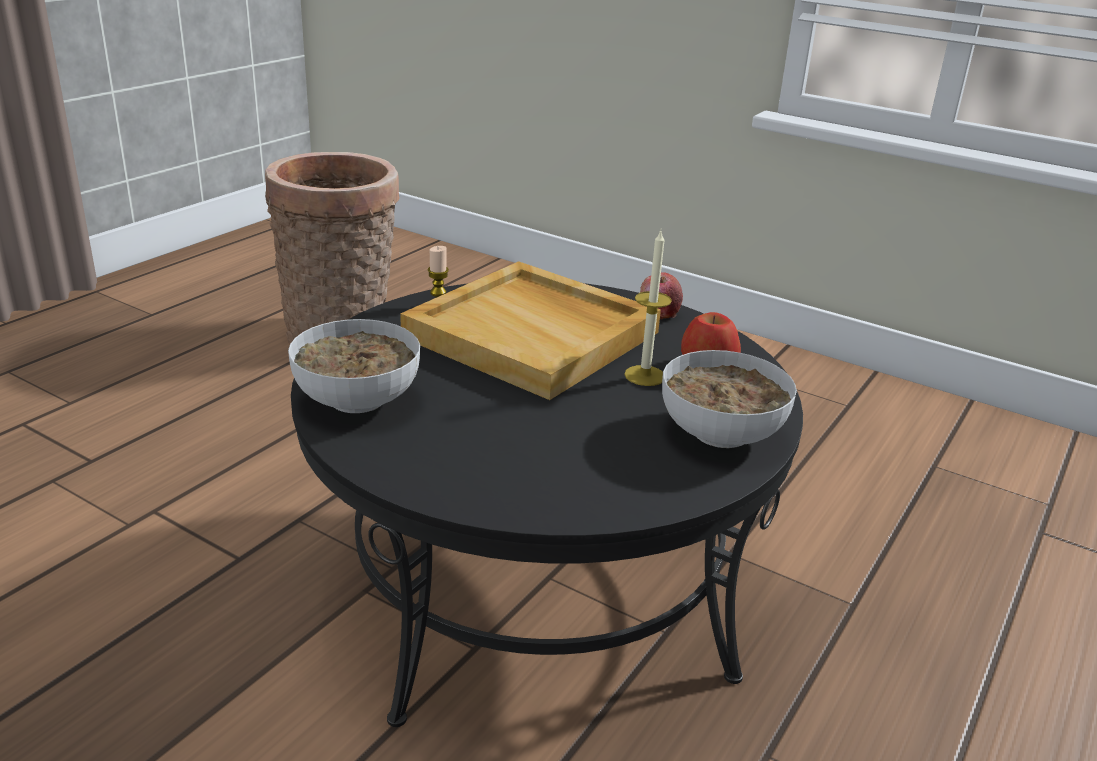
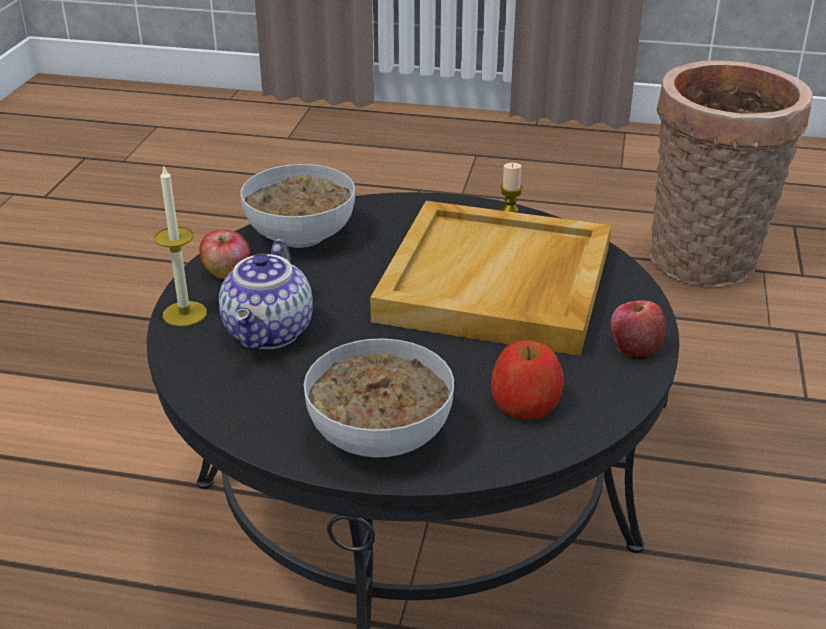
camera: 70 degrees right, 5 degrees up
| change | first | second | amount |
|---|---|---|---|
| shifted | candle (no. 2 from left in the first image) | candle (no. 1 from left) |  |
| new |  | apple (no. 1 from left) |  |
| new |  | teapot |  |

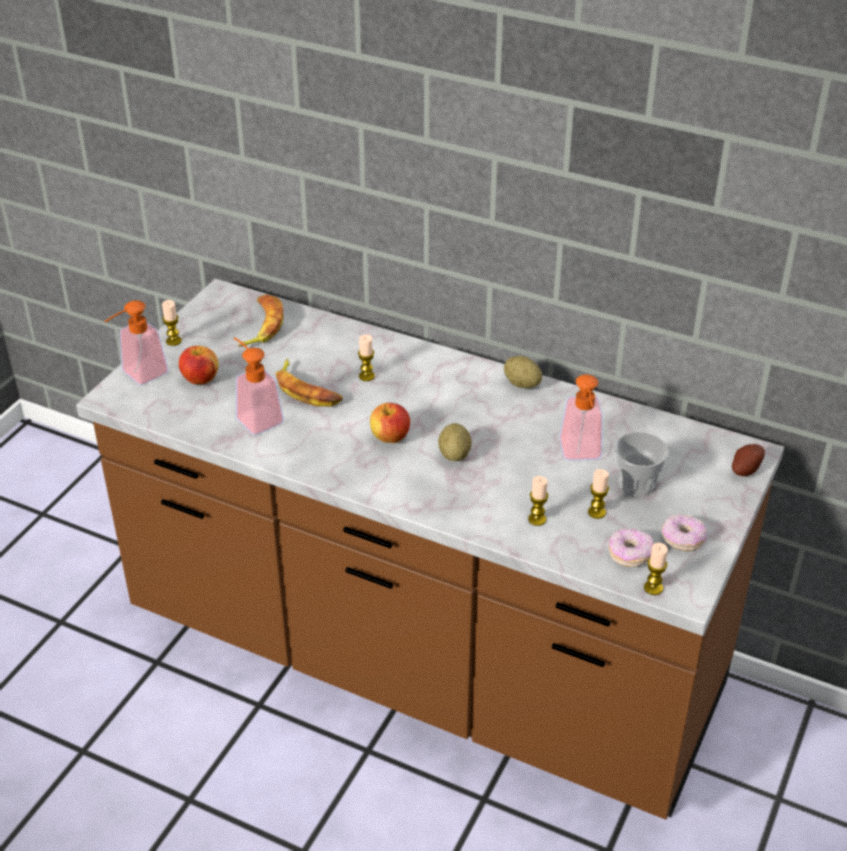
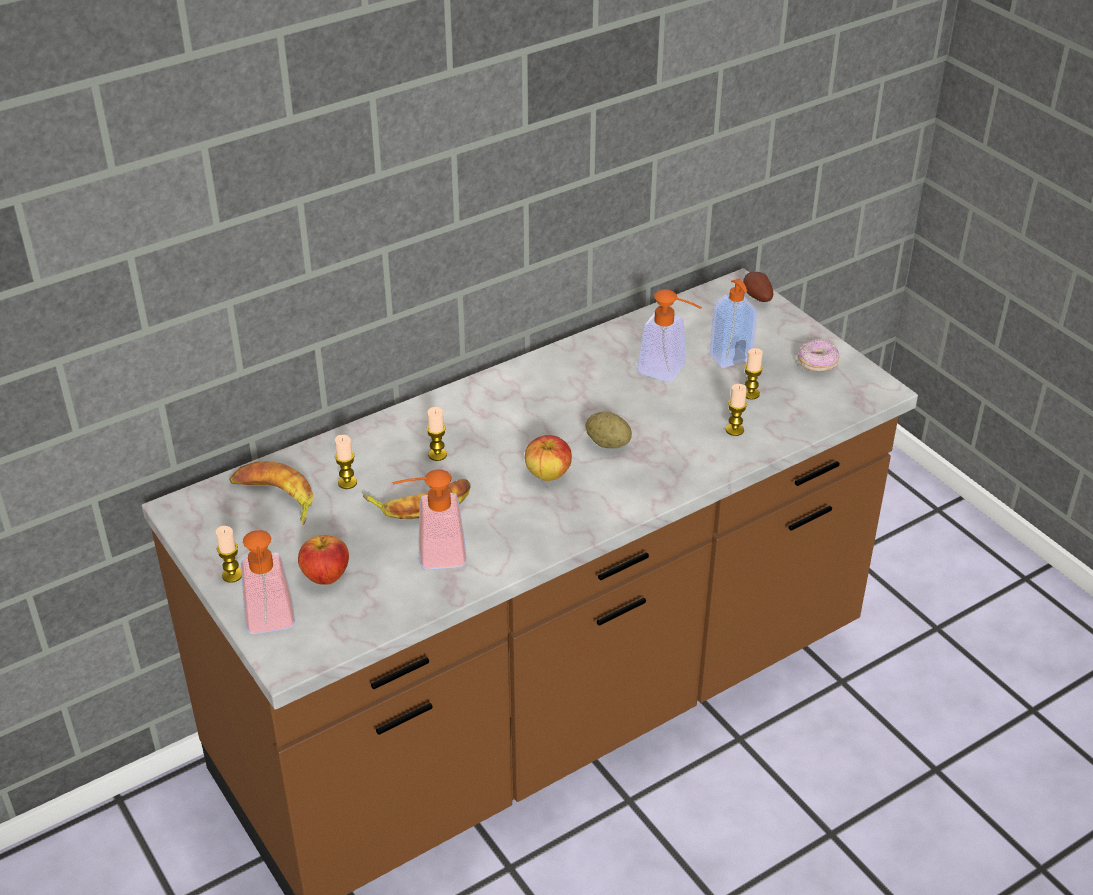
camera: 60 degrees left, 0 degrees up
| change | first | second | amount |
|---|---|---|---|
| gone | potato (no. 2 from left) |  |  |
| gone | donut (no. 1 from left) |  |  |
| swapped | cup | soap dispenser (no. 4 from left) |  |
| shifted | candle (no. 5 from left in the first image) | candle (no. 2 from left) |  |

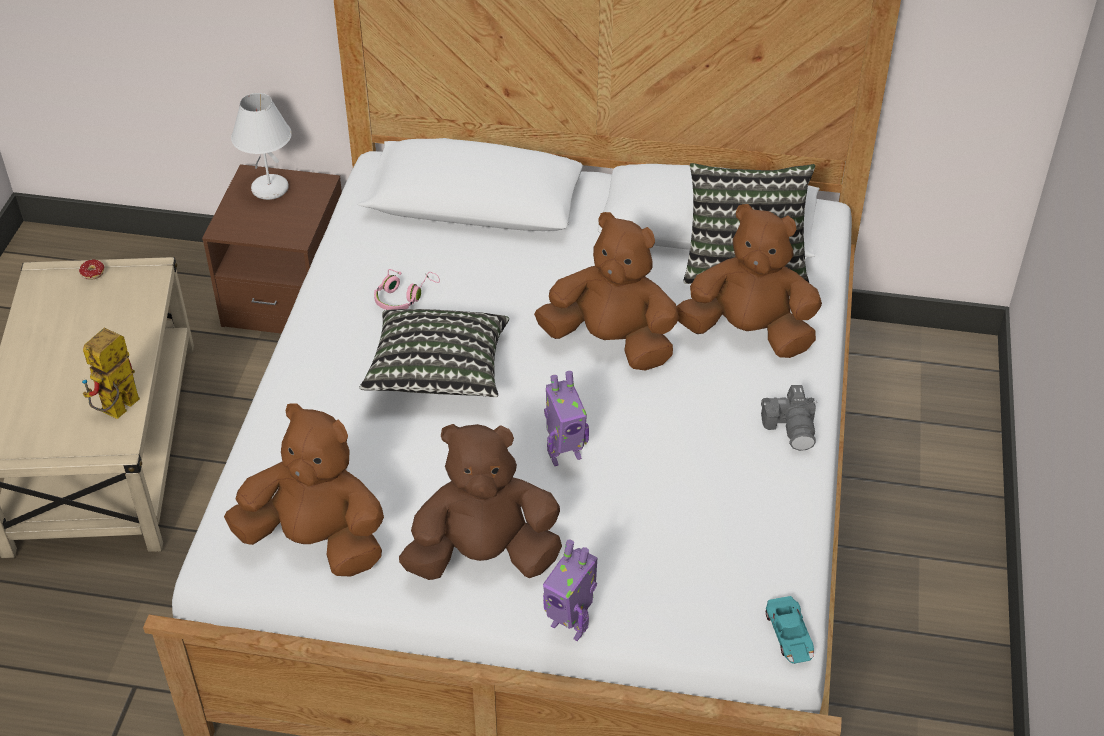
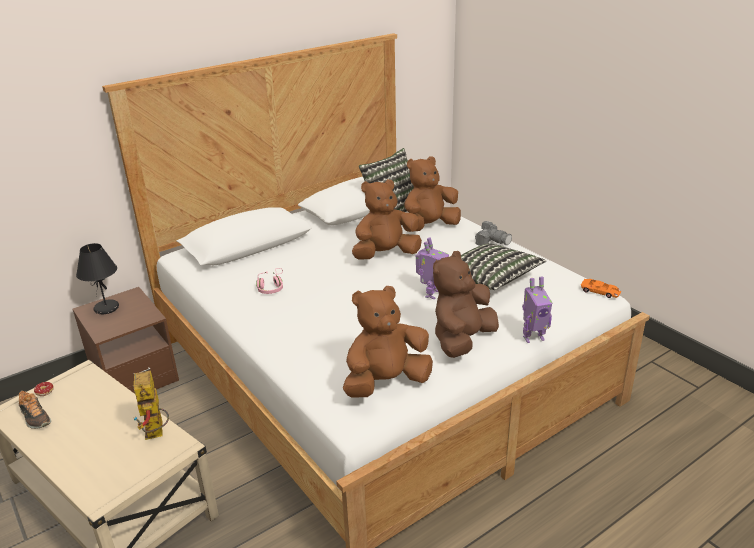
camera: 45 degrees left, 15 degrees down
| change | first | second | amount |
|---|---|---|---|
| repainted | table lamp (white) | table lamp (black) |  |
| shifted | pillow (no. 1 from left in the first image) | pillow (no. 2 from left) |  |
| repainted | toy car (turquoise) | toy car (orange) |  |
| new |  | shoe |  |

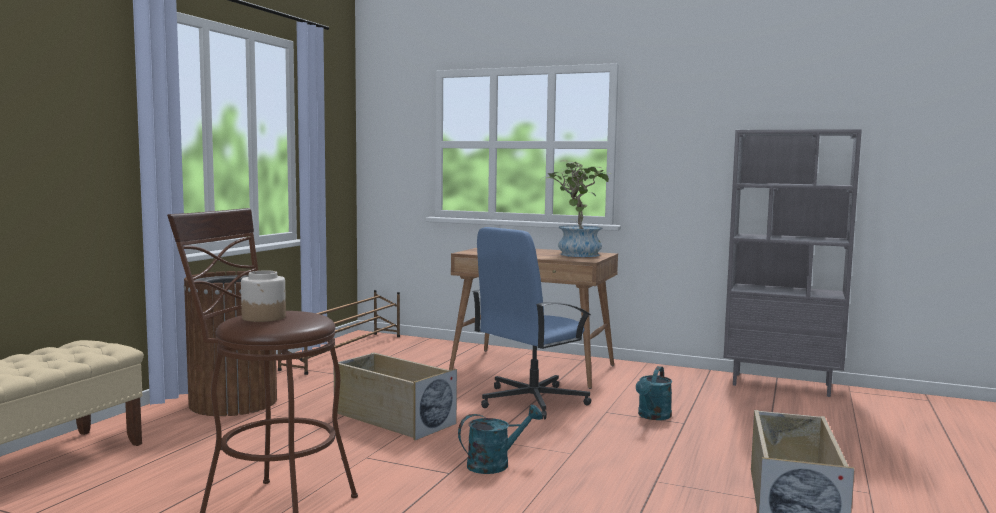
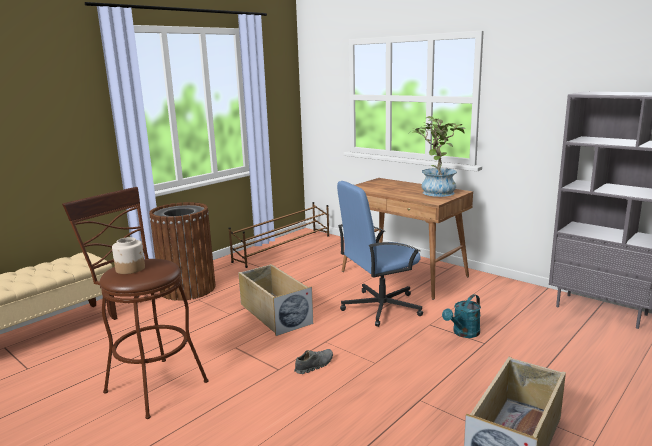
camera: 20 degrees right, 10 degrees up
| change | first | second | amount |
|---|---|---|---|
| swapped | watering can (turquoise) (no. 1 from left) | shoe (grey) |  |

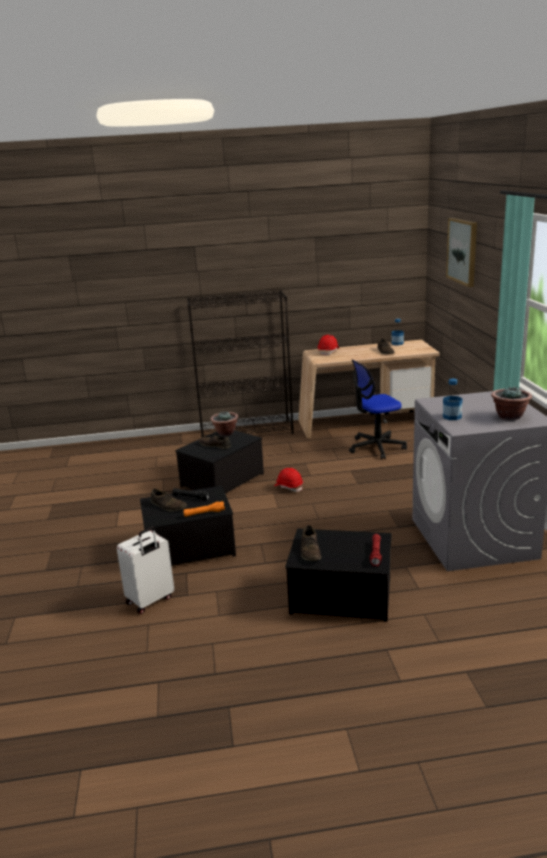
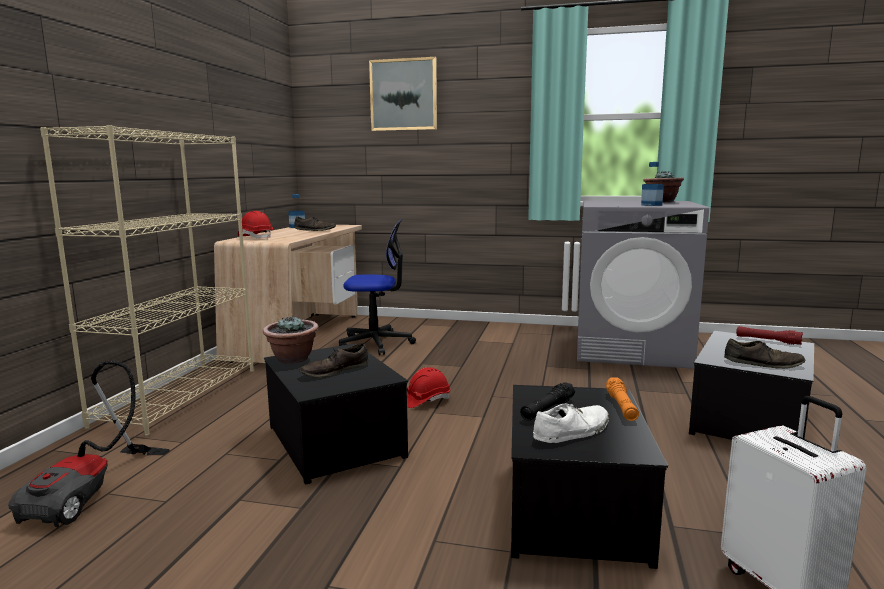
camera: 70 degrees left, 10 degrees down
| change | first | second | amount |
|---|---|---|---|
| repainted | shoe (brown) (no. 1 from left) | shoe (white) |  |
| repainted | bookcase (black) | bookcase (beige) |  |
| rotated | office chair |  | 90 degrees counterclockwise |
| new |  | vacuum cleaner |  |

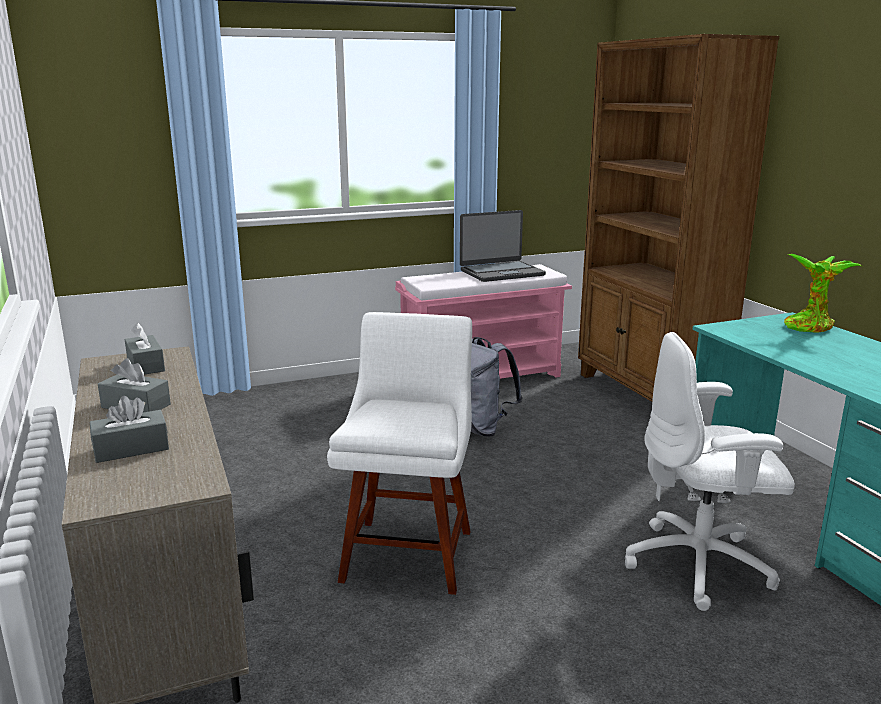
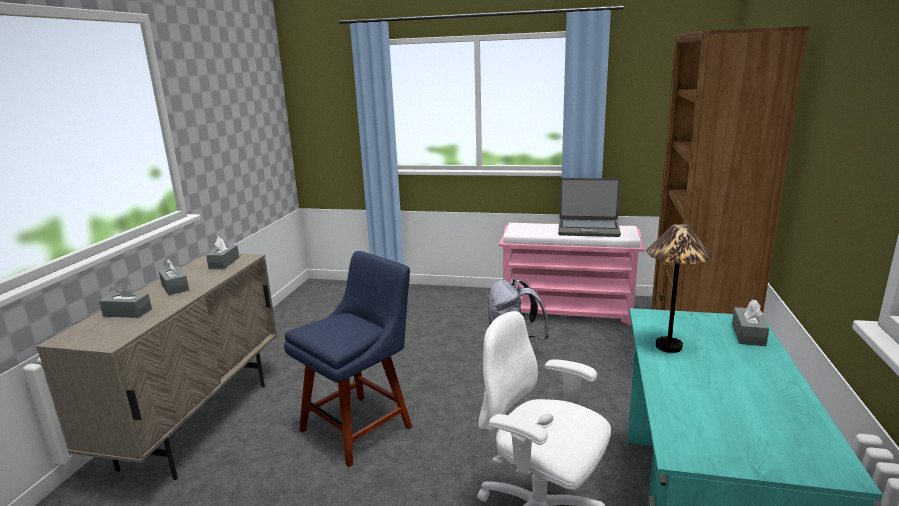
camera: 35 degrees right, 0 degrees up
| change | first | second | amount |
|---|---|---|---|
| repainted | chair (white) | chair (blue) |  |
| swapped | potted plant | tissue box (grey) (no. 4 from left) |  |
| new |  | table lamp |  |

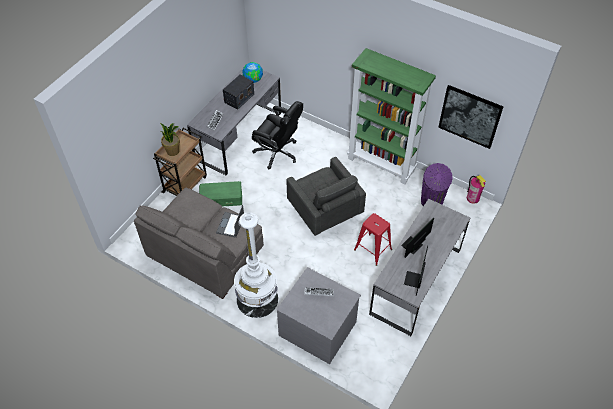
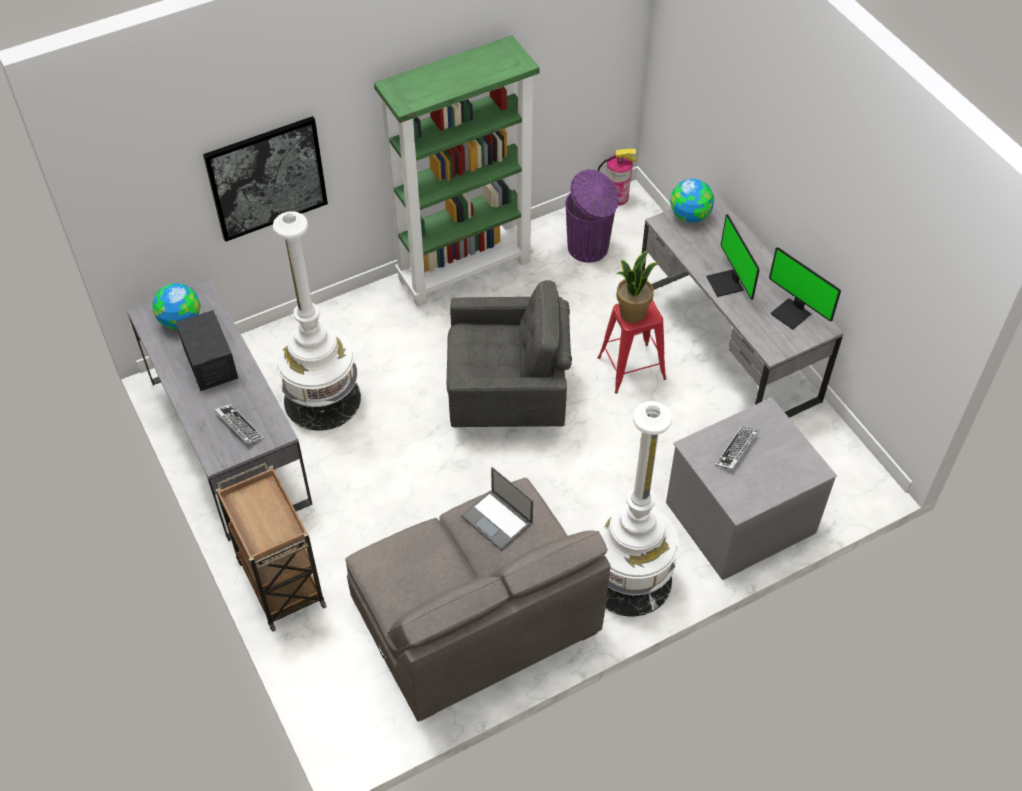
camera: 60 degrees left, 0 degrees up
| change | first | second | amount |
|---|---|---|---|
| shifted | potted plant |  |  |
| gone | storage box (green) |  |  |
| swapped | office chair (black) | floor lamp (white) (no. 1 from left) |  |
| shifted | picture |  |  |
| new |  | globe (no. 2 from left) |  |

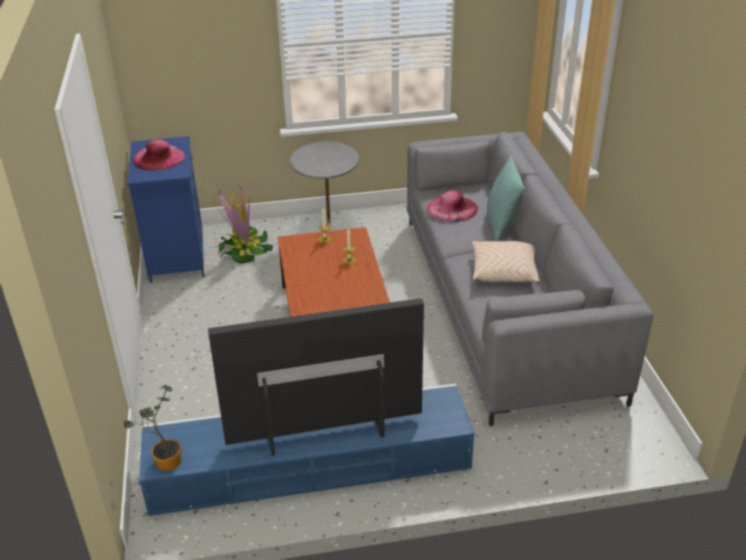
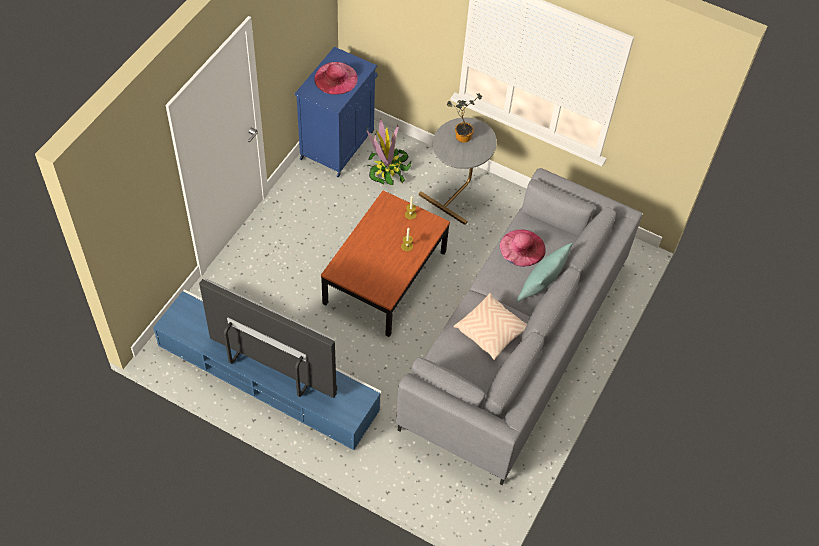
camera: 35 degrees right, 20 degrees up
| change | first | second | amount |
|---|---|---|---|
| shifted | potted plant (no. 1 from left in the first image) | potted plant (no. 2 from left) |  |

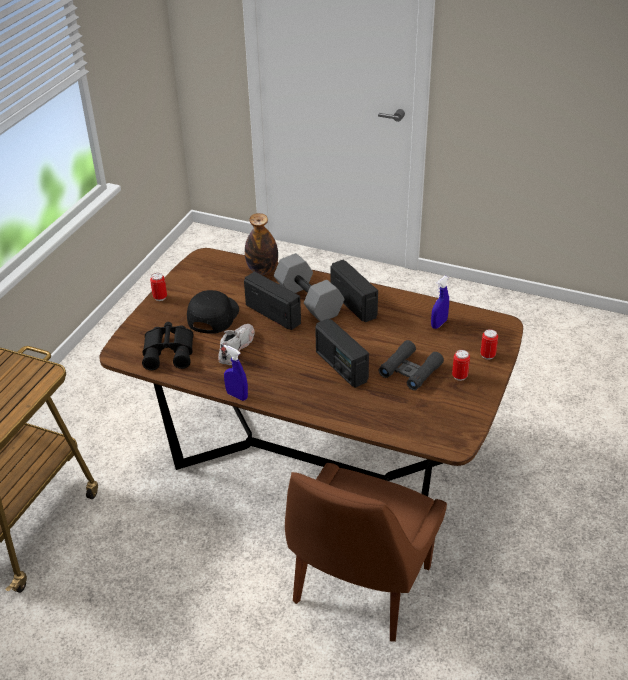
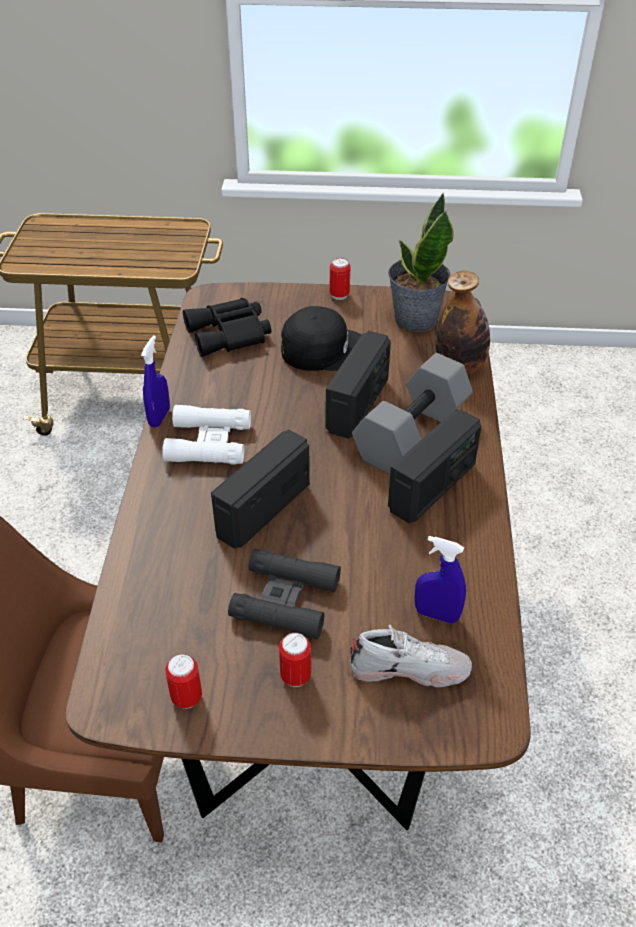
camera: 70 degrees right, 5 degrees up
| change | first | second | amount |
|---|---|---|---|
| shifted | shoe (white) |  |  |
| shifted | can (no. 3 from left in the first image) | can (no. 1 from left) |  |
| new |  | binoculars (white) |  |
| new |  | potted plant |  |

